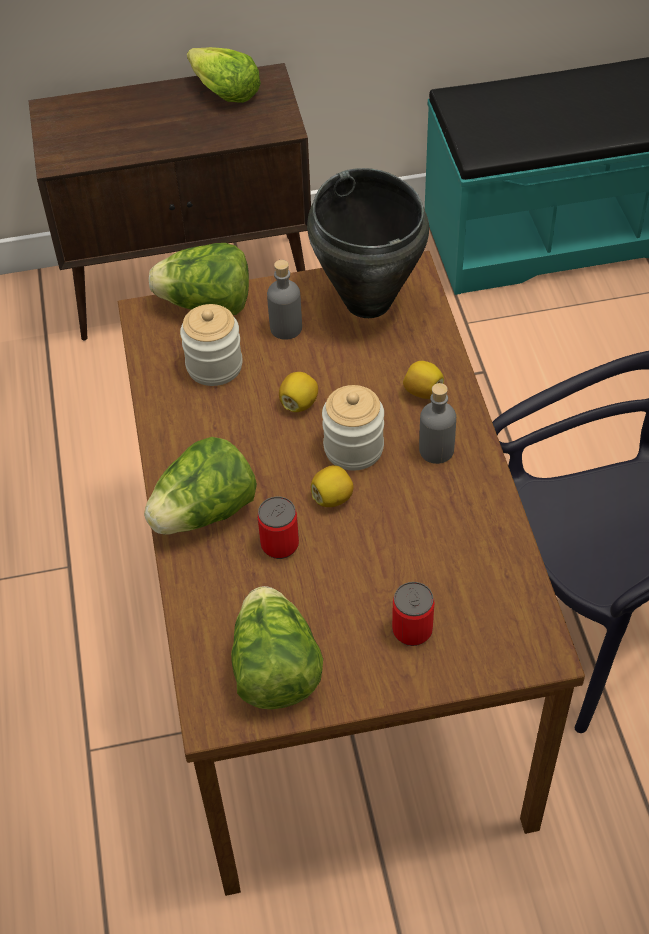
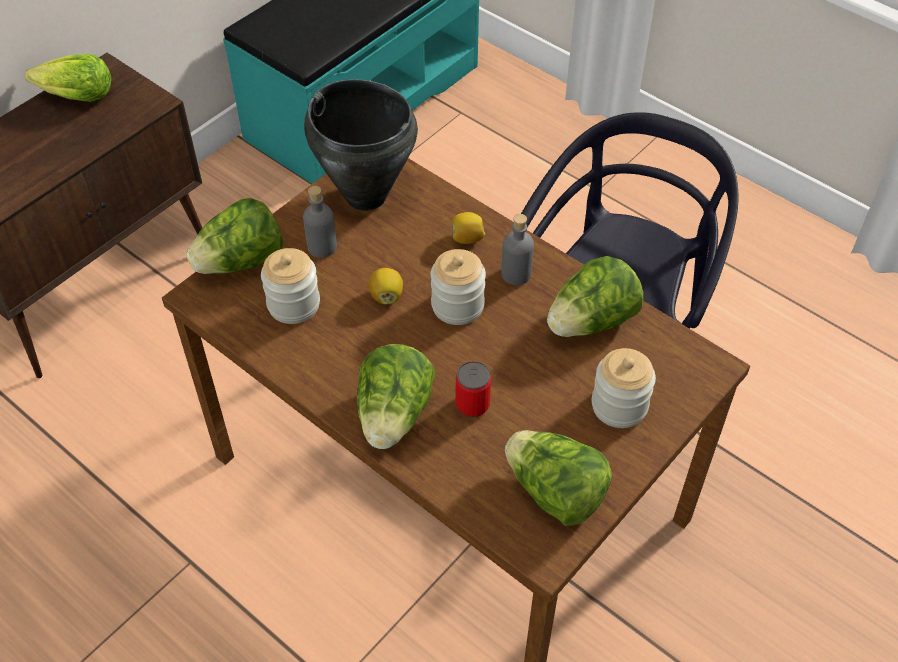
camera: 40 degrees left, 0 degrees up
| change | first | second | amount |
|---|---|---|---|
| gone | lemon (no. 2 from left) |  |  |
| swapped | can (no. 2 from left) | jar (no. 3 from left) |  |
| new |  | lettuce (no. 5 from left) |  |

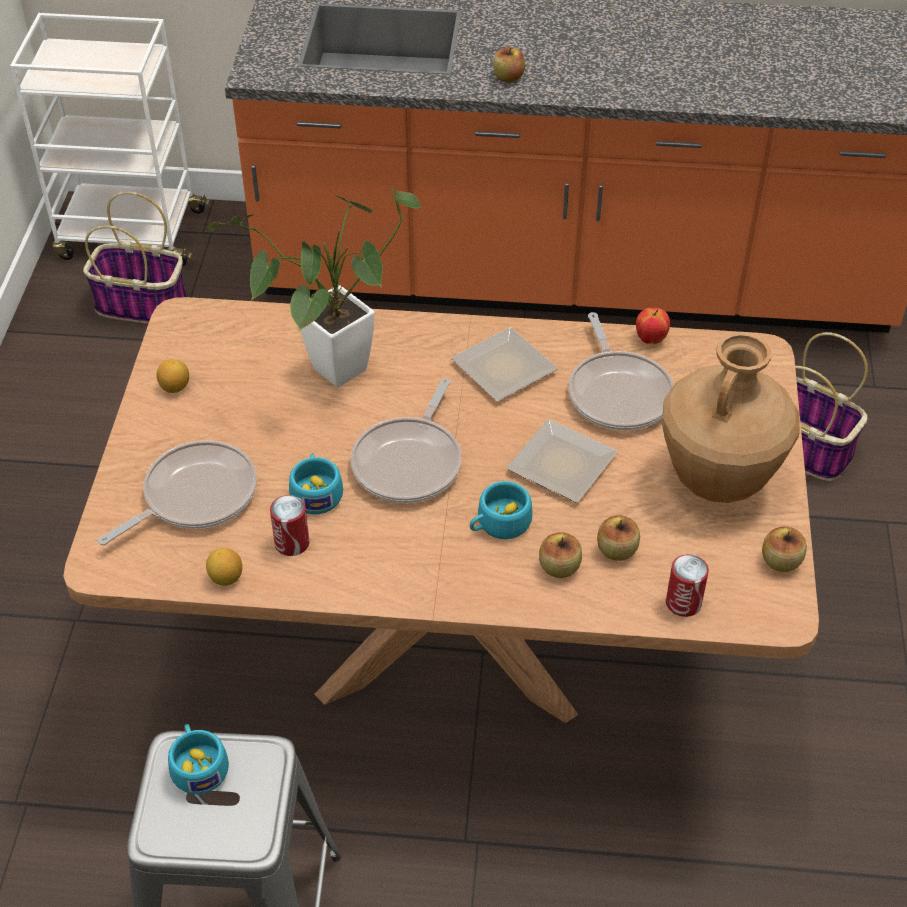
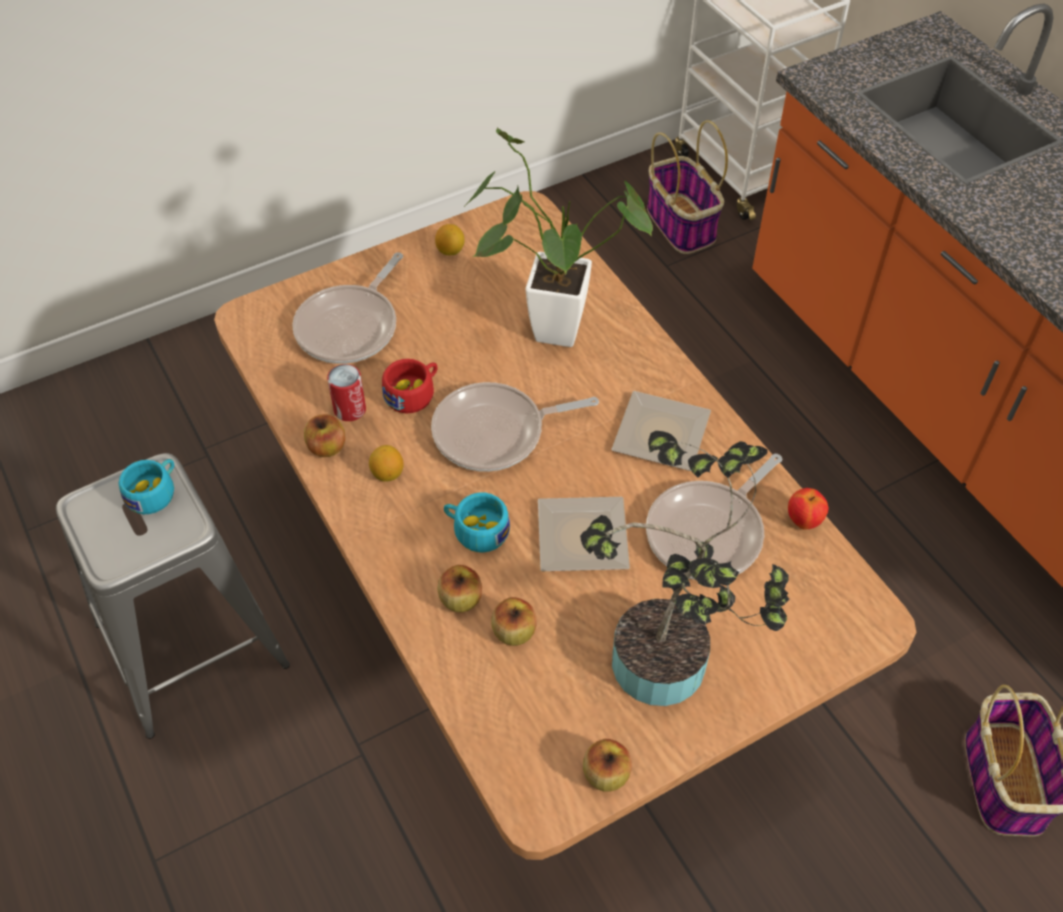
camera: 55 degrees right, 5 degrees up
| change | first | second | amount |
|---|---|---|---|
| rotated | frying pan (no. 1 from left) |  | 105 degrees clockwise |
| shifted | lemon (no. 2 from left in the first image) | lemon (no. 1 from left) |  |
| repainted | cup (turquoise) (no. 2 from left) | cup (red) |  |
| shifted | apple (no. 1 from left) |  |  |
| swapped | vase (brown) | potted plant (no. 2 from left) |  |
| gone | can (no. 2 from left) |  |  |

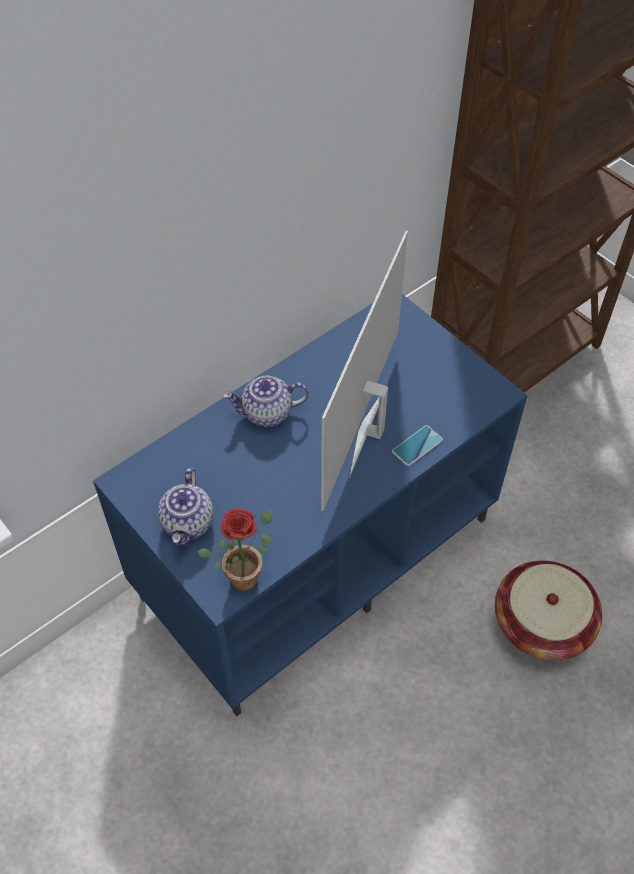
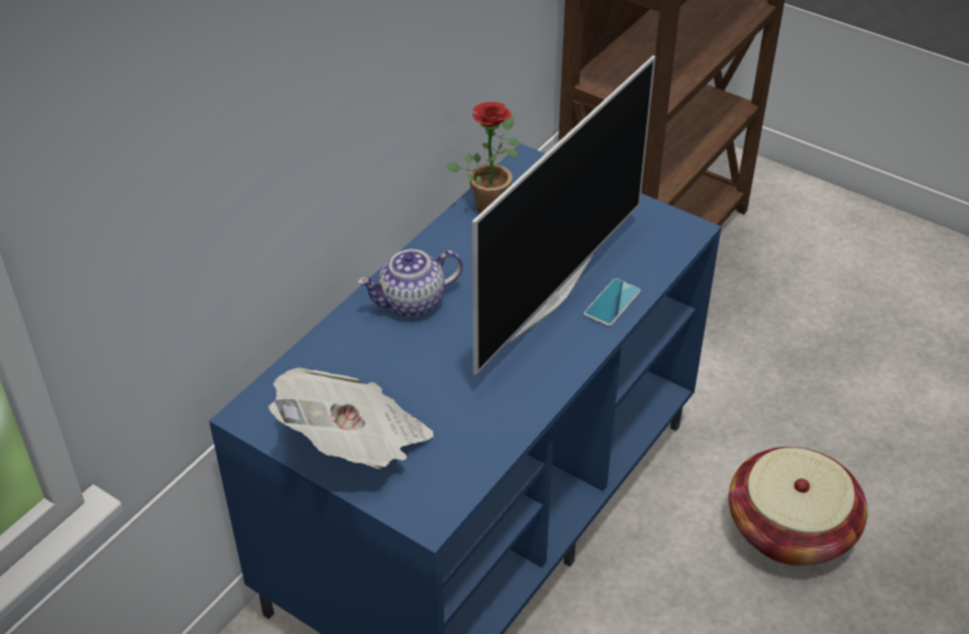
camera: 15 degrees left, 10 degrees down
| change | first | second | amount |
|---|---|---|---|
| swapped | teapot (no. 1 from left) | newspaper |  |
| shifted | potted plant |  |  |
| rotated | television |  | 150 degrees counterclockwise |

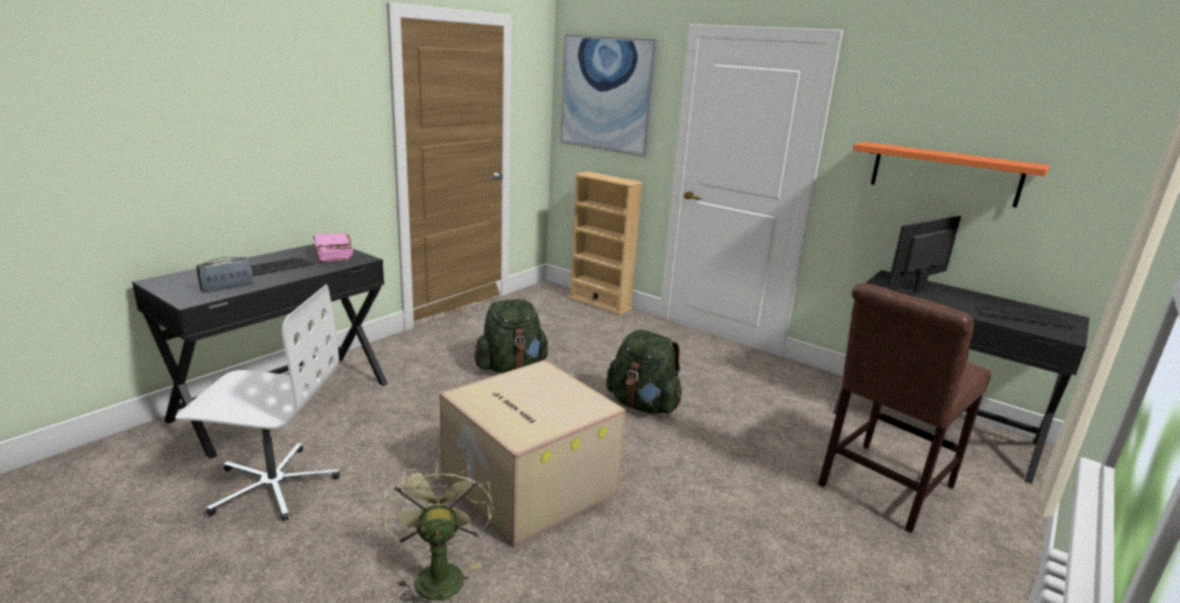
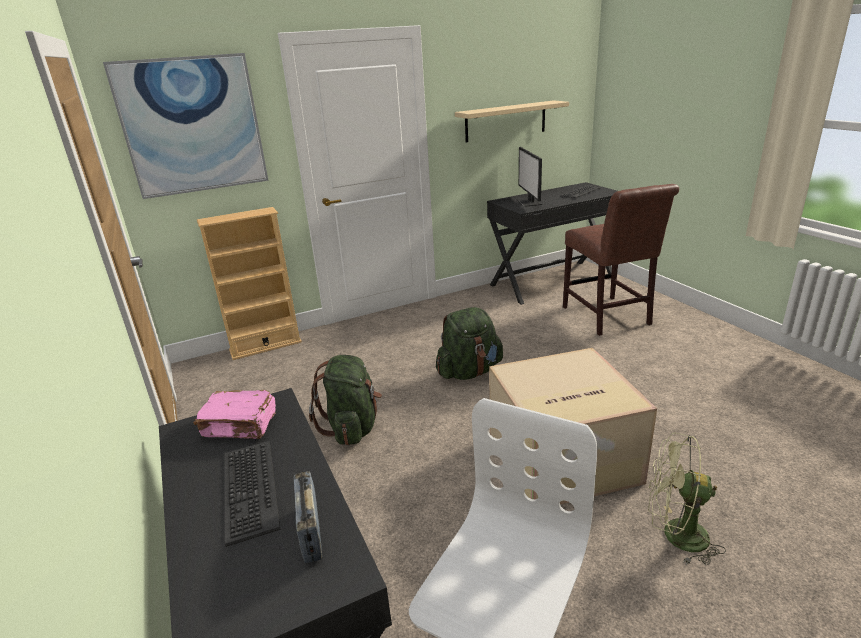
camera: 60 degrees left, 5 degrees up
| change | first | second | amount |
|---|---|---|---|
| repainted | shelf (orange) | shelf (beige) |  |

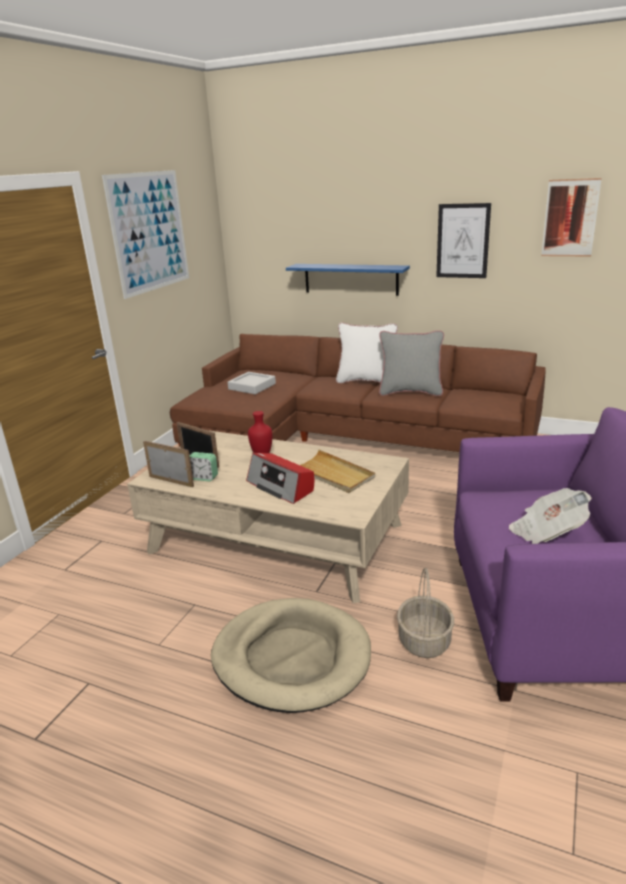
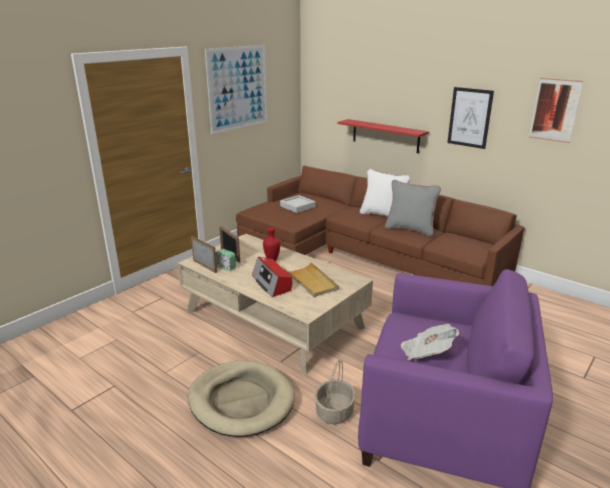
camera: 15 degrees right, 0 degrees up
| change | first | second | amount |
|---|---|---|---|
| repainted | shelf (blue) | shelf (red) |  |

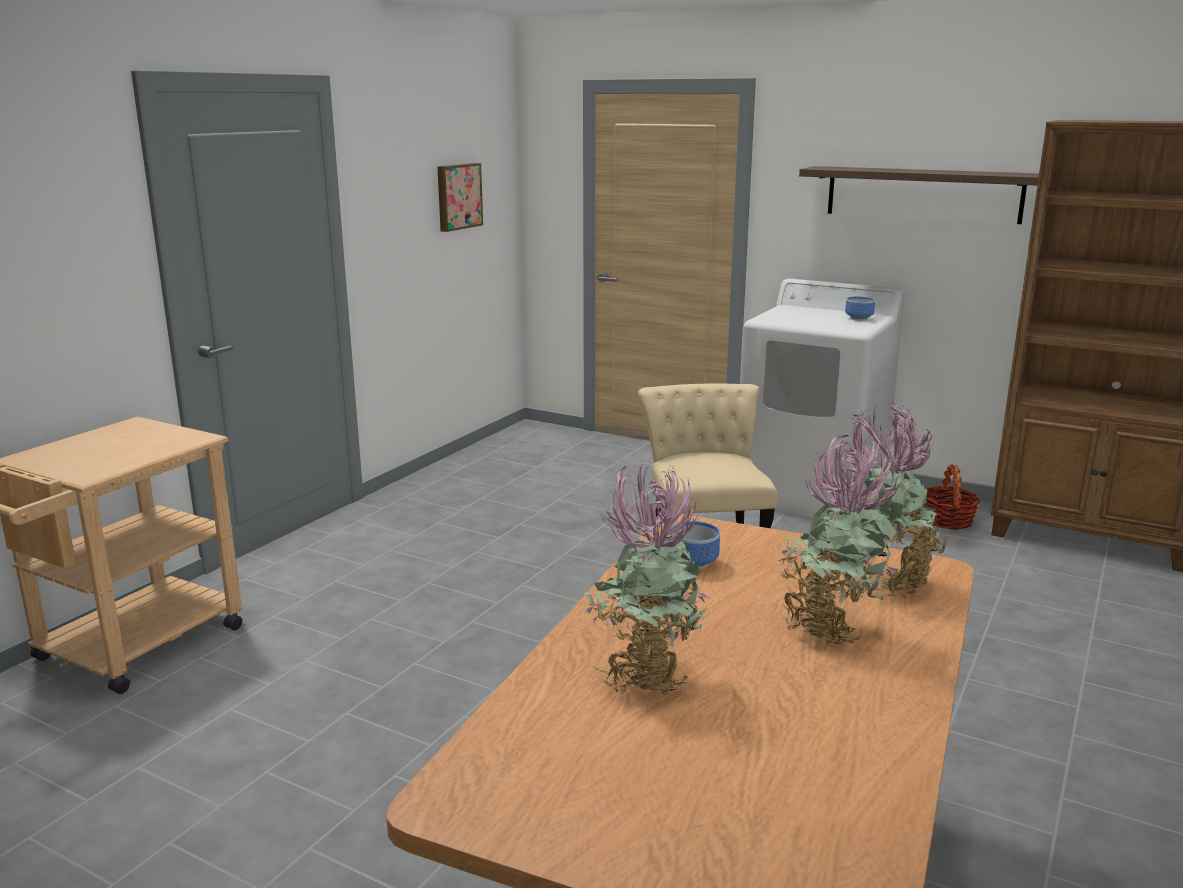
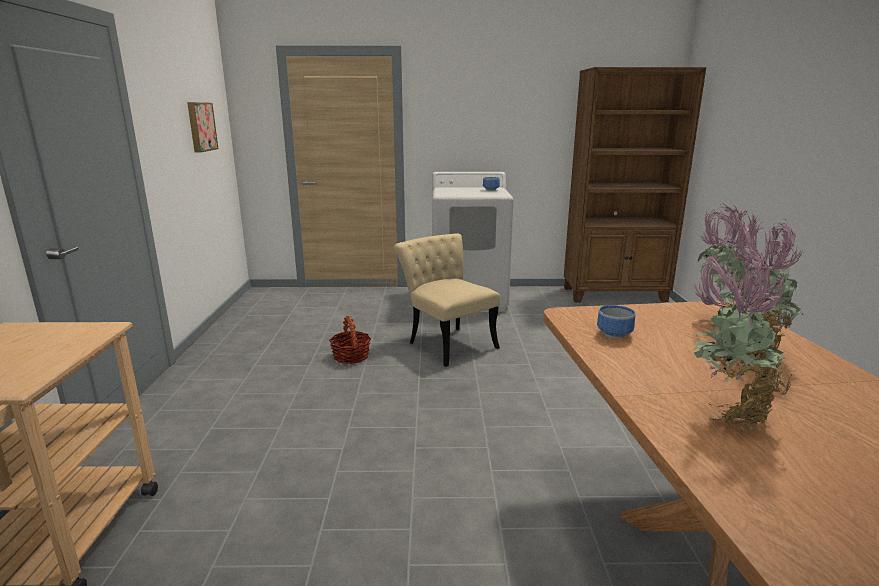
camera: 30 degrees left, 0 degrees up
| change | first | second | amount |
|---|---|---|---|
| gone | shelf |  |  |
| shifted | basket |  |  |

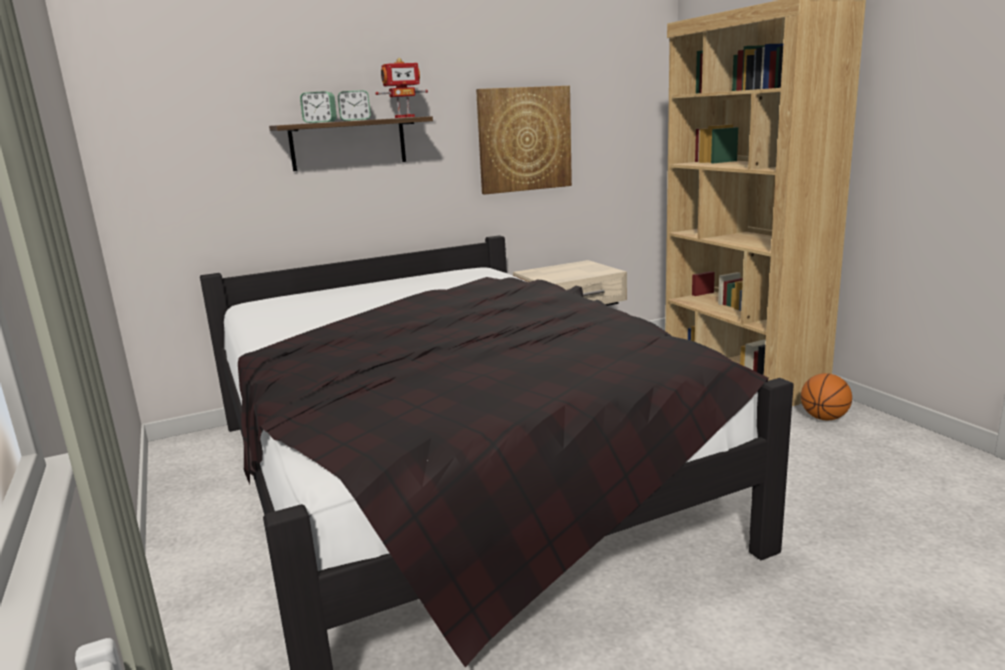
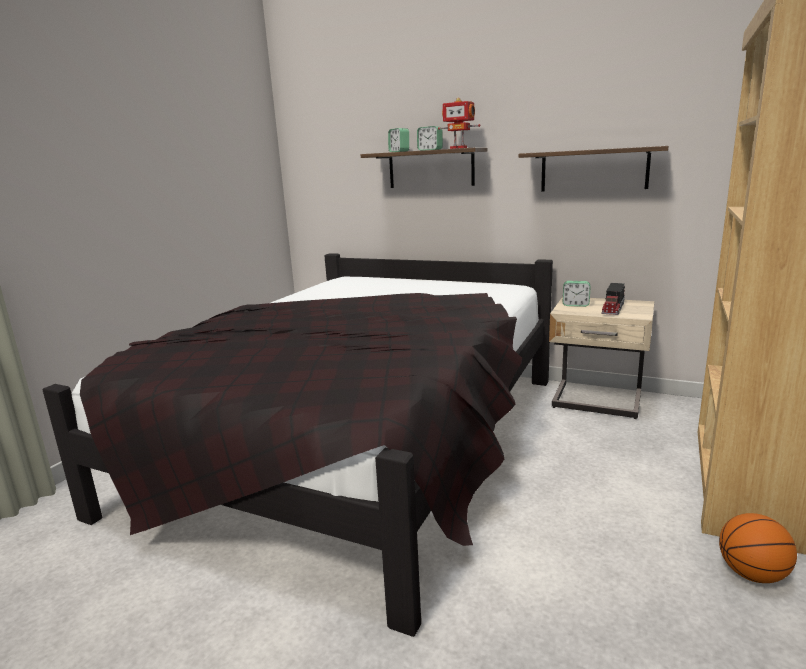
camera: 50 degrees right, 0 degrees up
| change | first | second | amount |
|---|---|---|---|
| swapped | picture | shelf (no. 2 from left) |  |
| new |  | alarm clock (no. 3 from left) |  |
| new |  | toy truck |  |

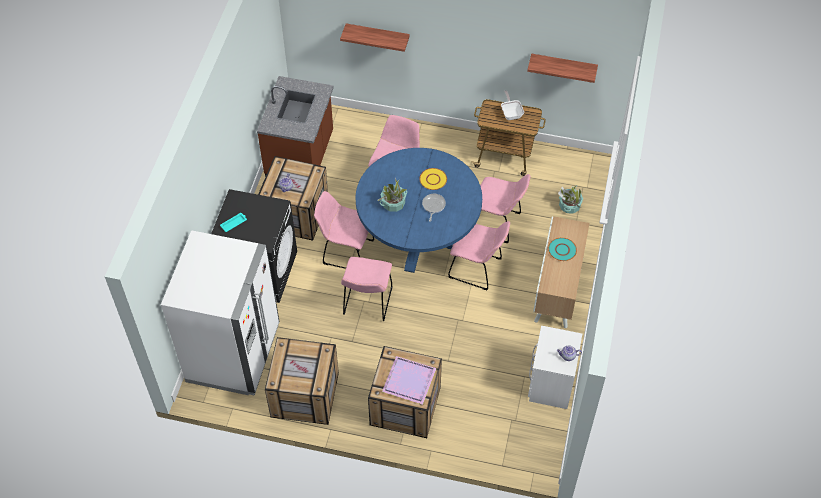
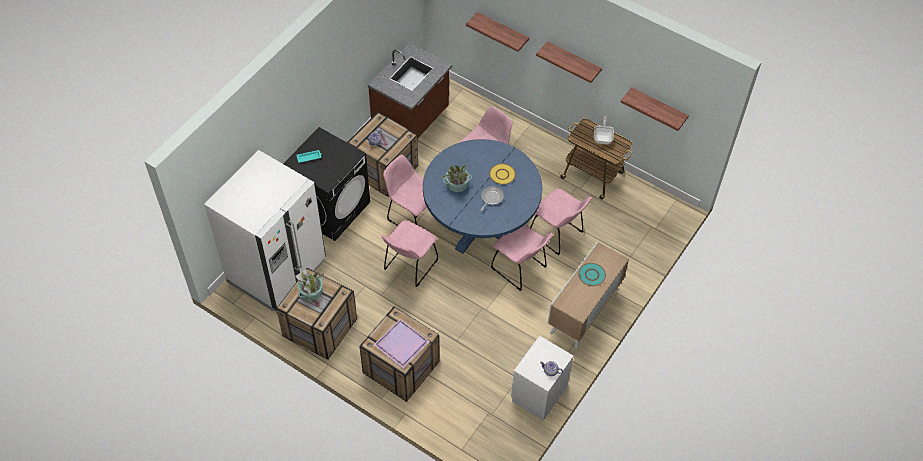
camera: 20 degrees right, 0 degrees up
| change | first | second | amount |
|---|---|---|---|
| shifted | potted plant (no. 2 from left in the first image) | potted plant (no. 1 from left) |  |
| new |  | shelf (no. 2 from left) |  |

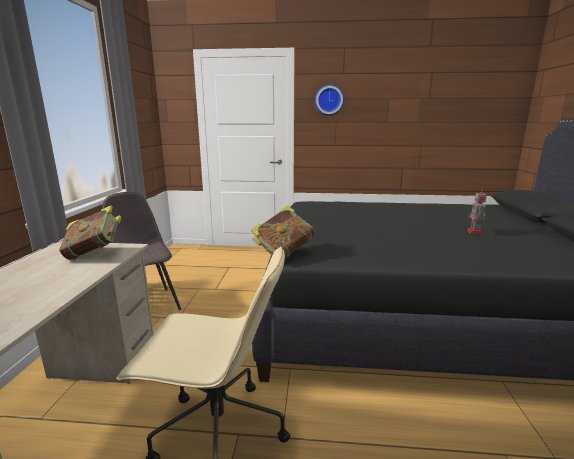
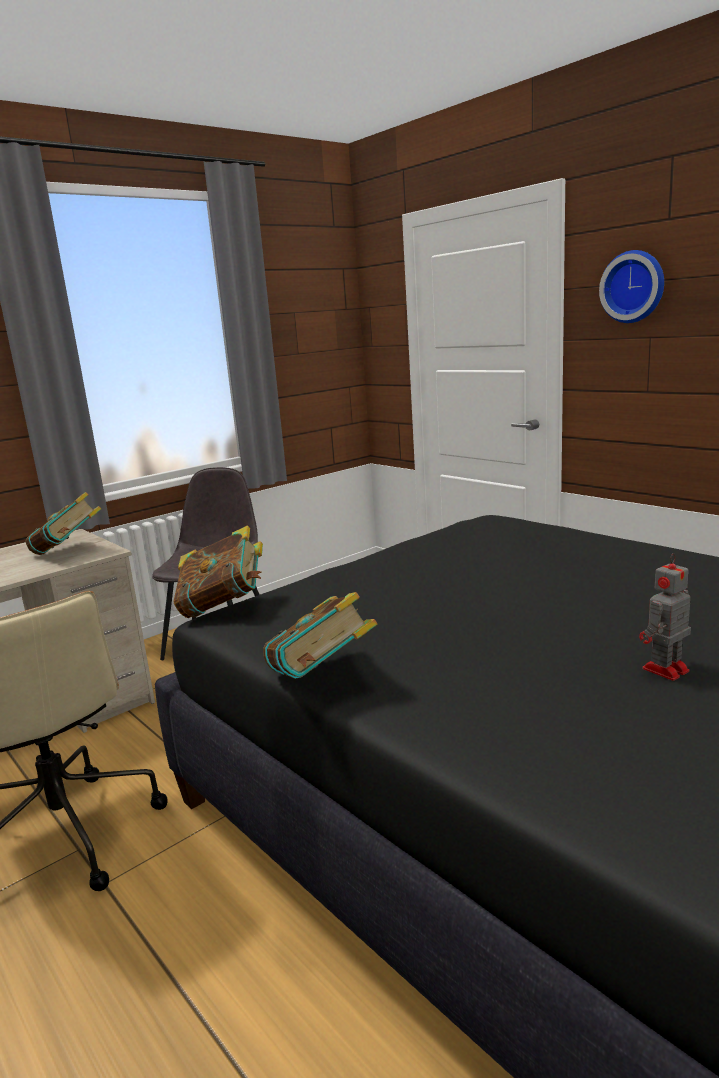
camera: 45 degrees right, 0 degrees up
| change | first | second | amount |
|---|---|---|---|
| new |  | book (no. 3 from left) |  |

